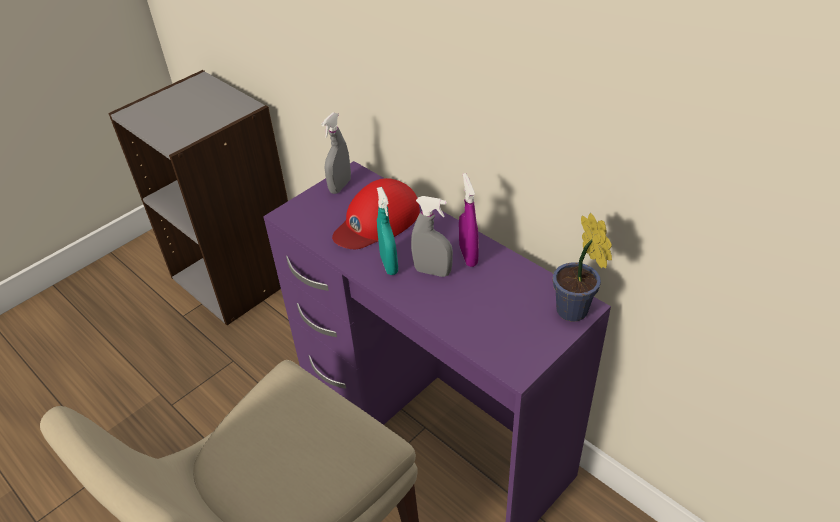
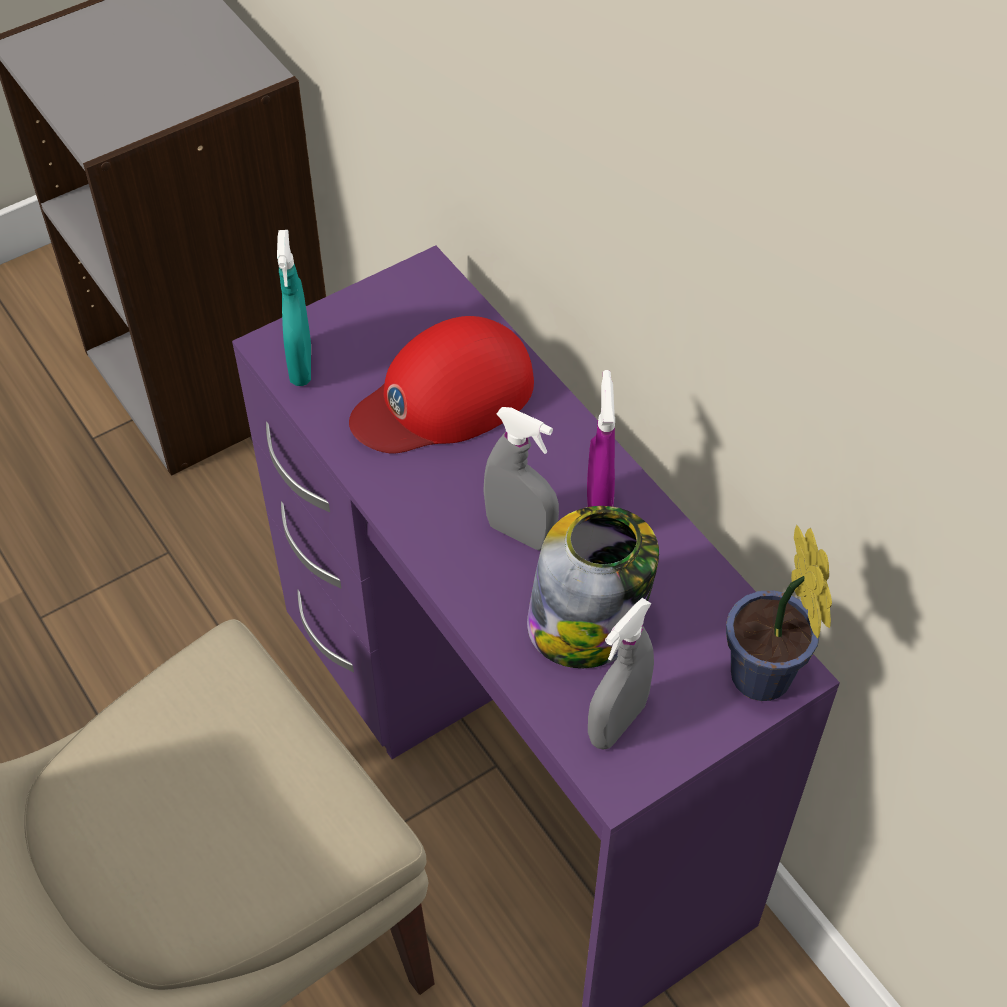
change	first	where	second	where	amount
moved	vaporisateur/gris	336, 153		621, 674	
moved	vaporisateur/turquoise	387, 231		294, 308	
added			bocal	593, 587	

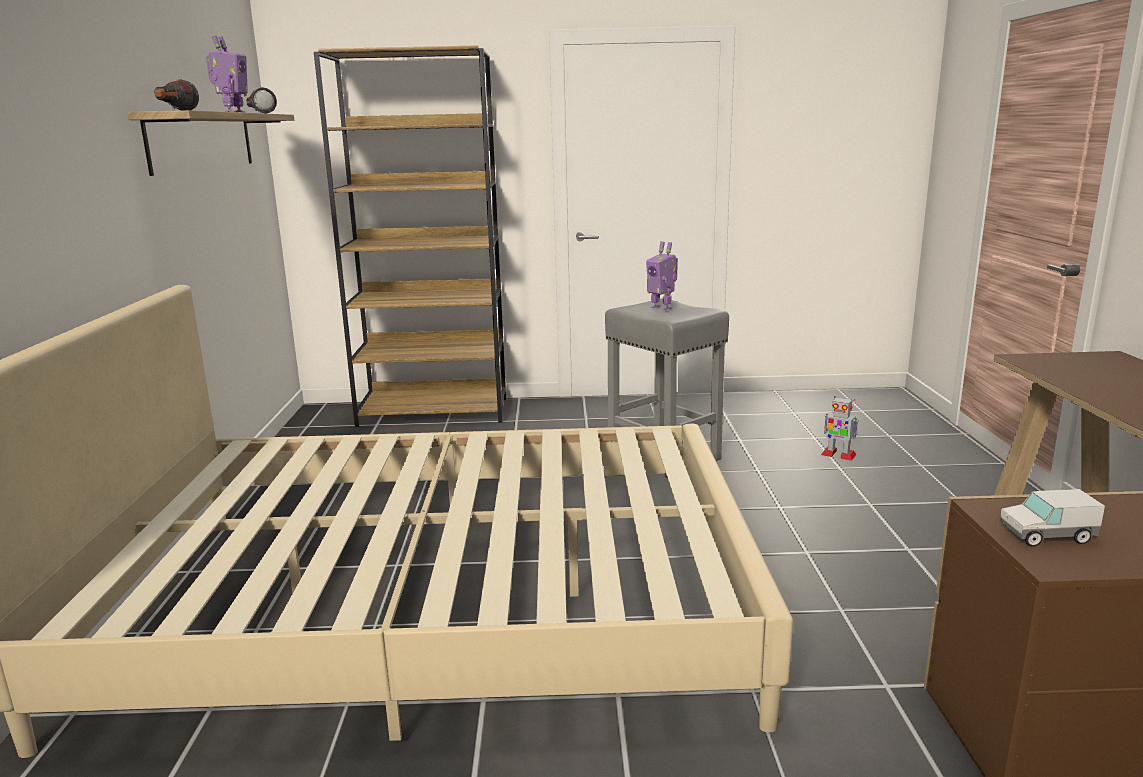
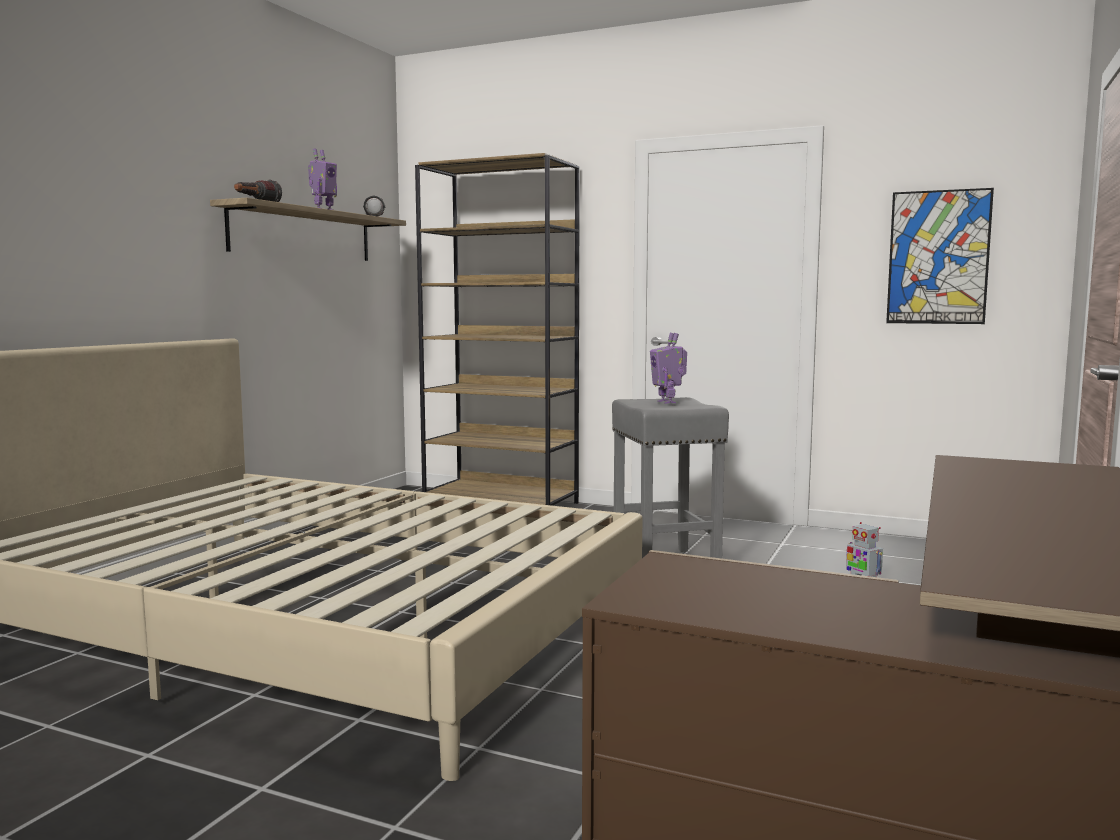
change	first	where	second	where	amount
removed	camion jouet	1052, 518			
added			tableau	940, 256	

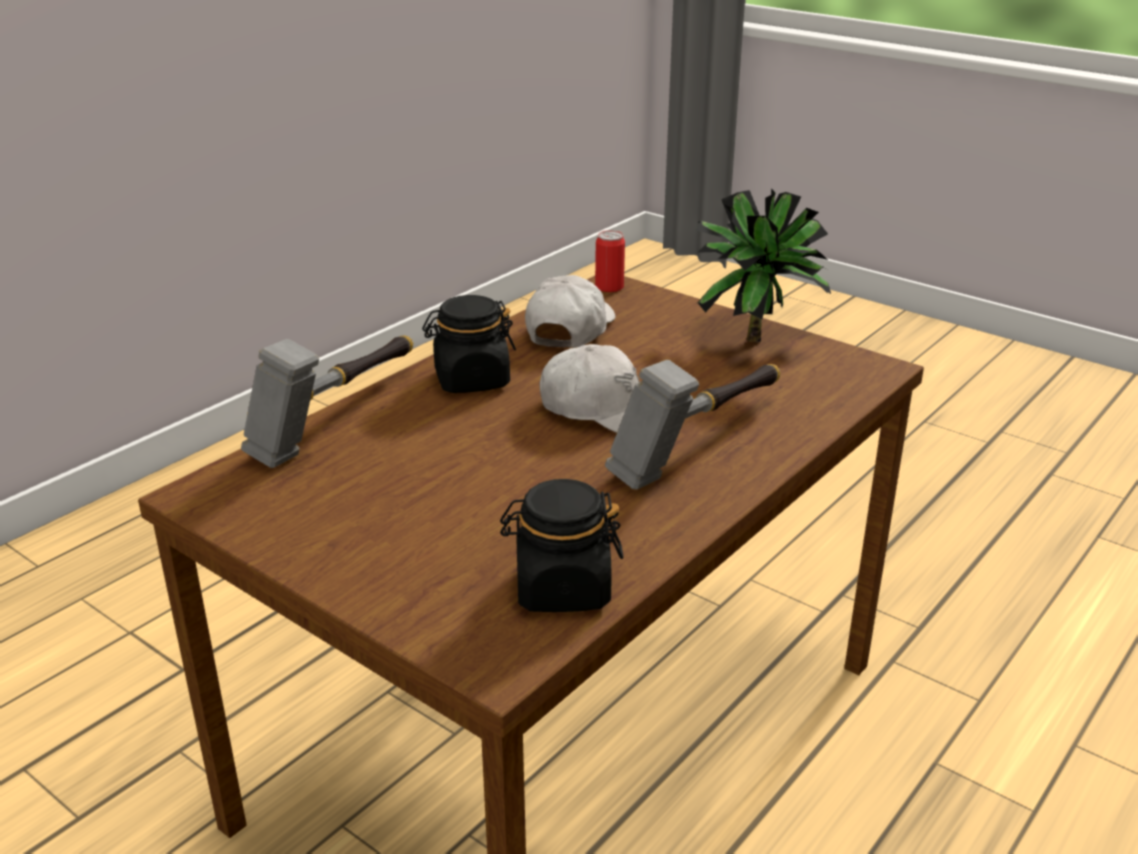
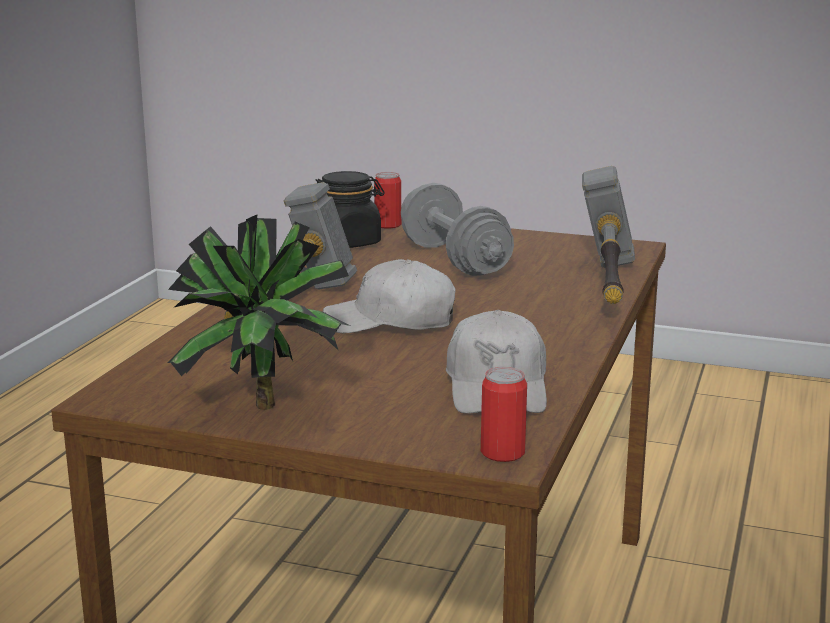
change	first	where	second	where	amount
removed	bocal/noir	469, 344			
added			boîte métallique	387, 200	
added			haltère/gris	457, 229	

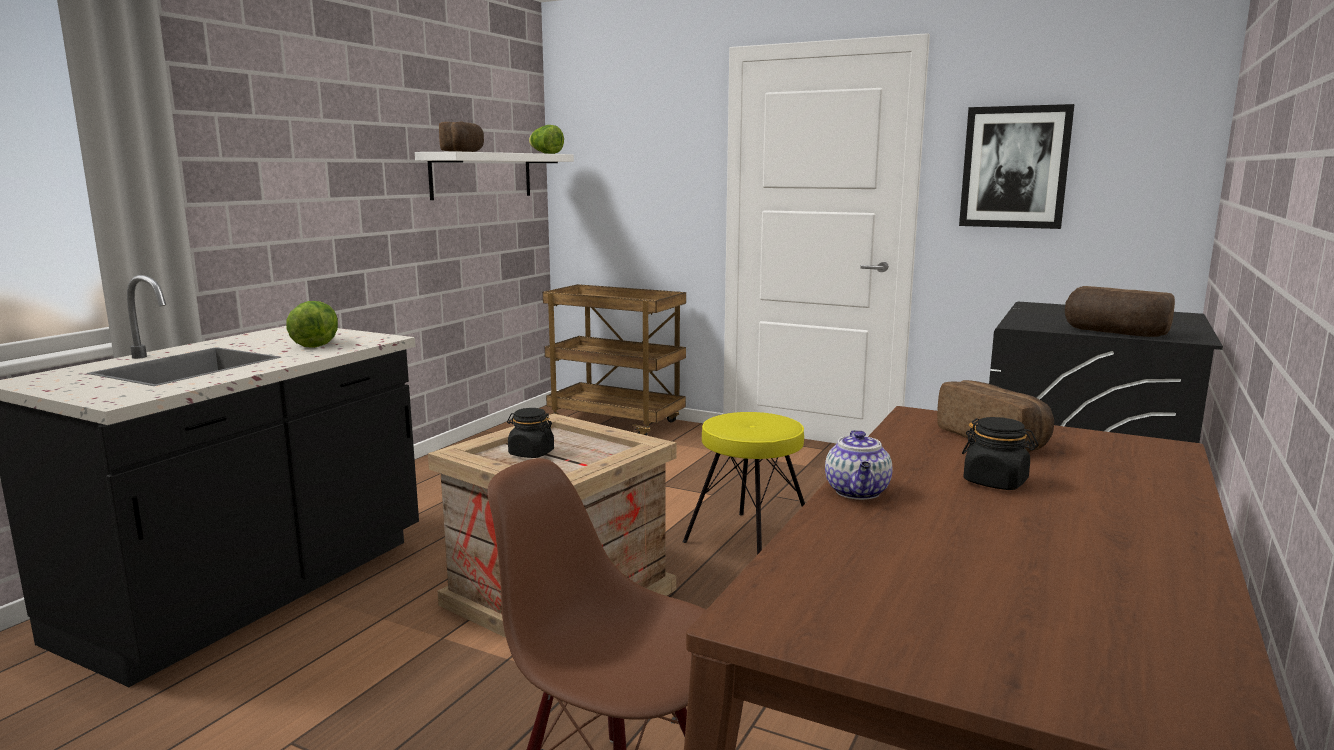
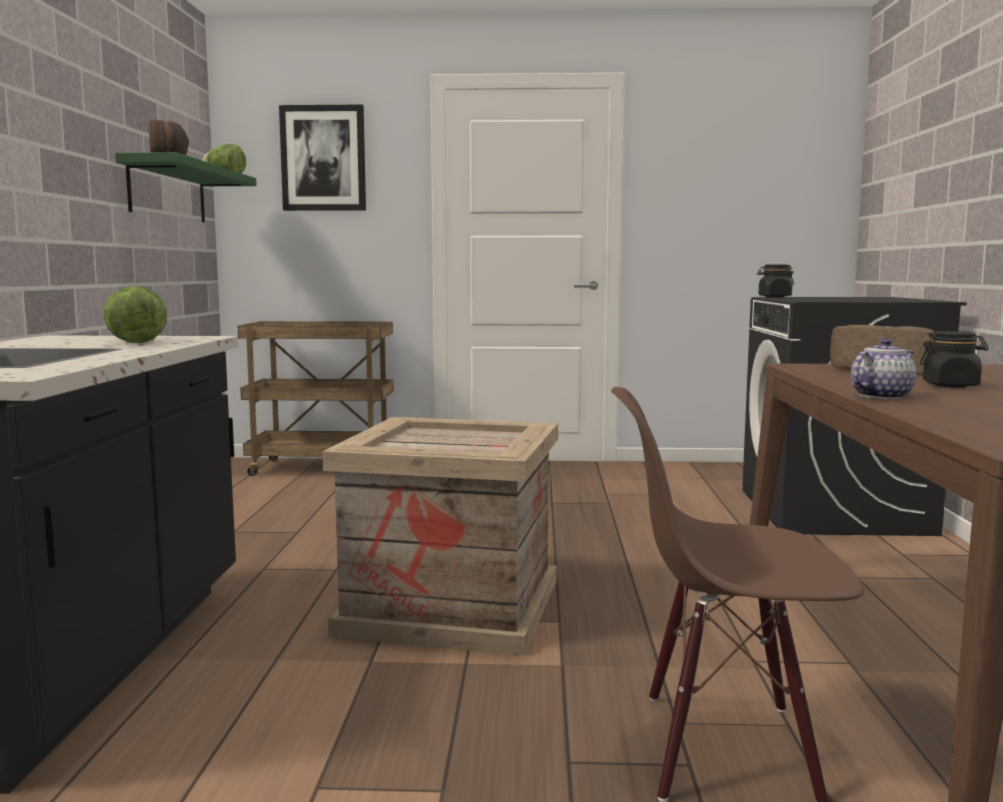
change	first	where	second	where	amount
moved	tableau	1016, 166		322, 158	
recoloured	étagère/blanc	494, 175	étagère/vert	186, 187	
removed	pain	1120, 311			
moved	bocal/noir	530, 433		775, 280	
removed	tabouret/jaune	744, 483			
turned	théière	858, 465		883, 368	105 degrees counterclockwise

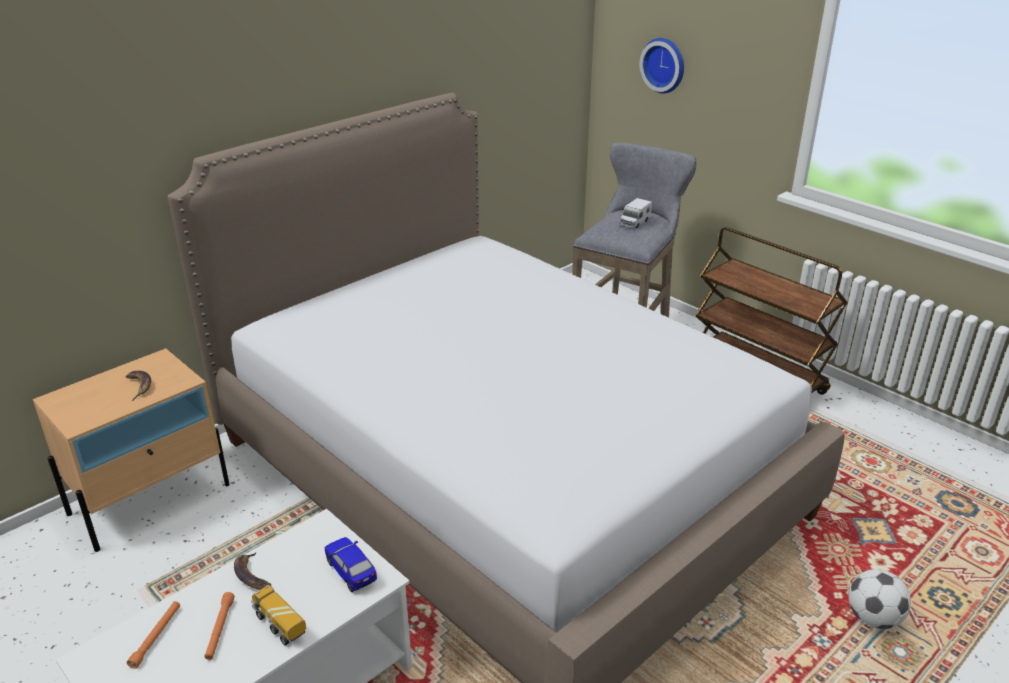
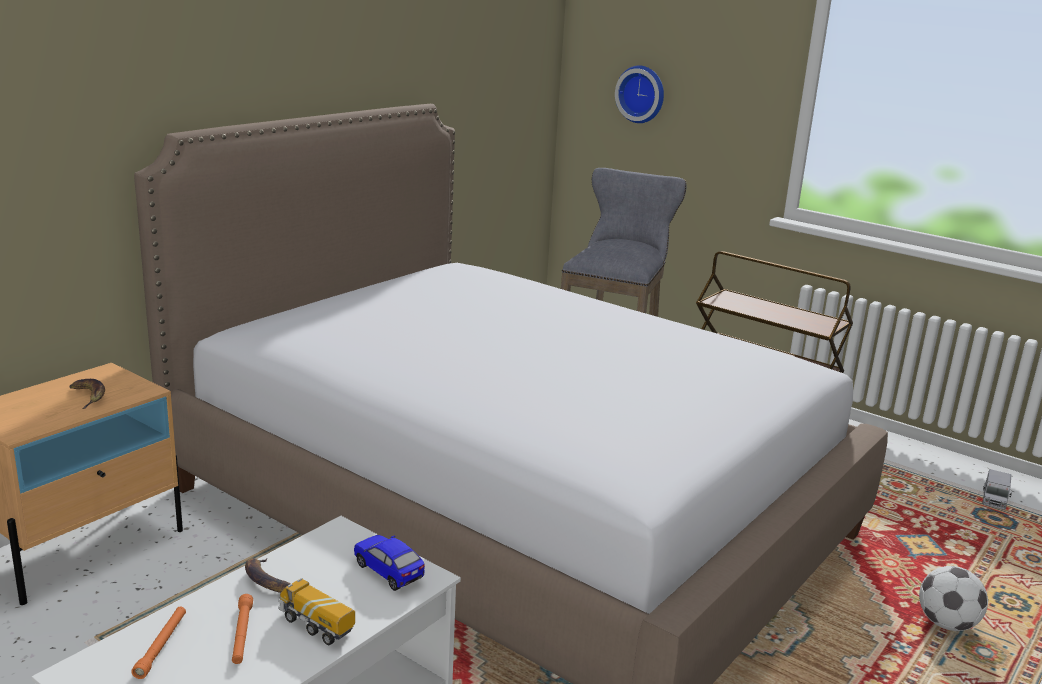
change	first	where	second	where	amount
moved	camion jouet	635, 213		997, 489	

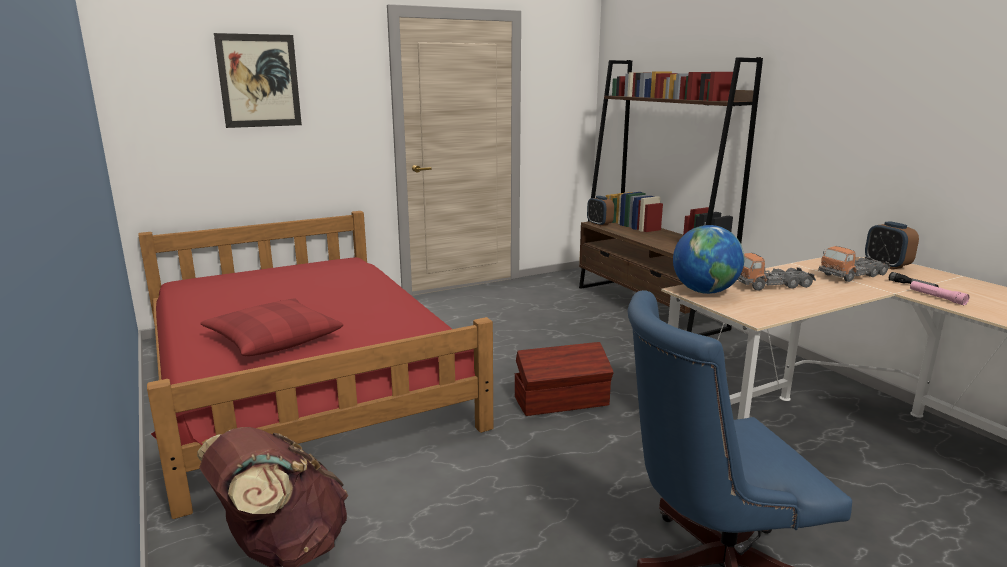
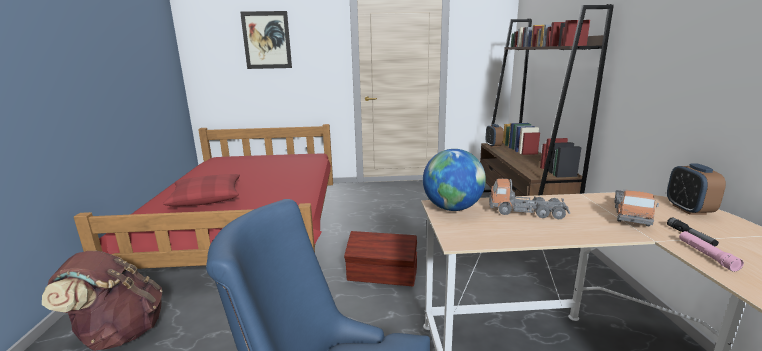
change	first	where	second	where	amount
turned	camion jouet	854, 264		636, 207	60 degrees counterclockwise

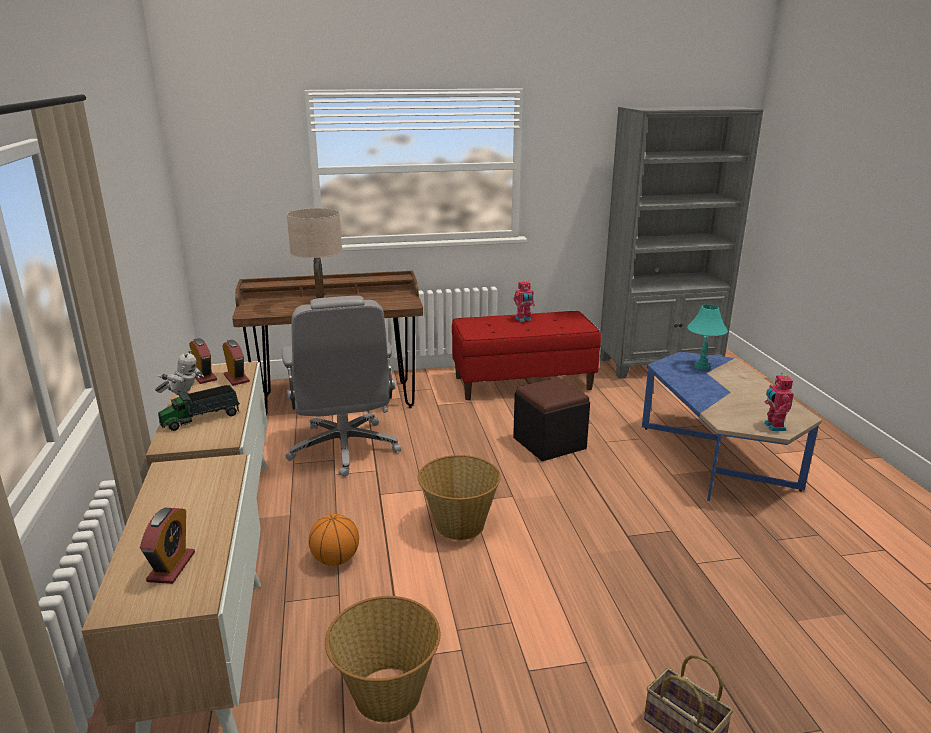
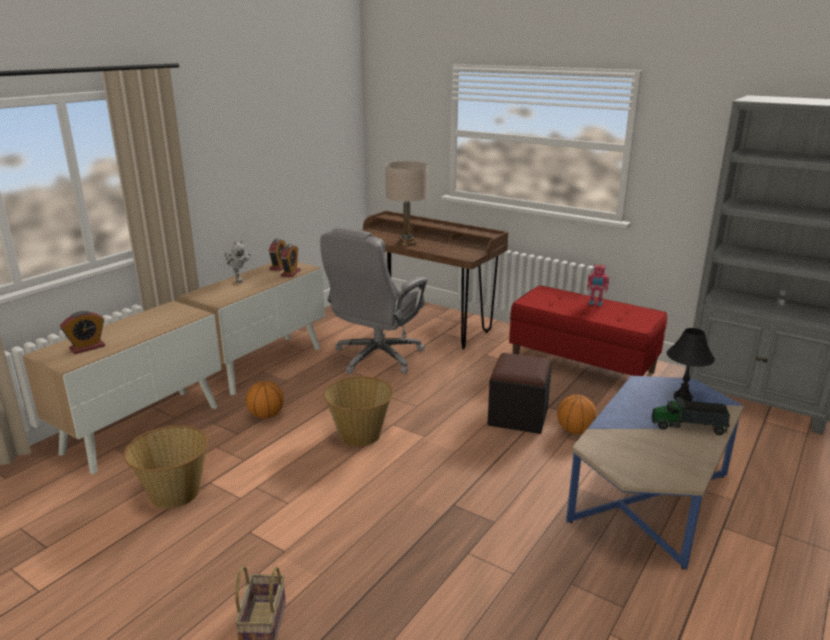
change	first	where	second	where	amount
recoloured	lampe de table/turquoise	707, 337	lampe de table/noir	691, 364	
removed	robot jouet	779, 402			
moved	camion jouet	199, 408		690, 416	
added			ballon de basket	577, 414	

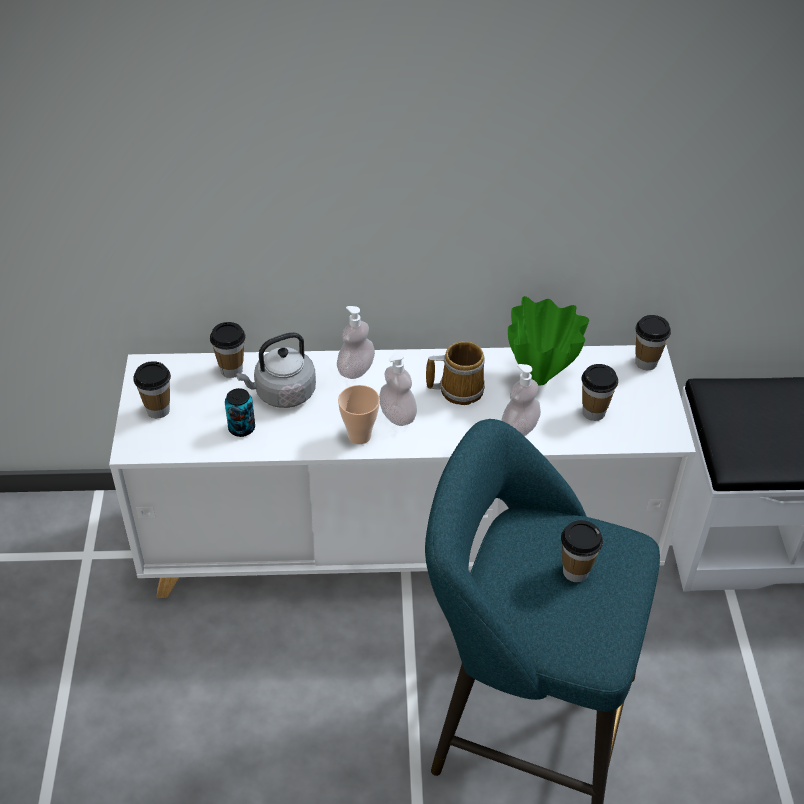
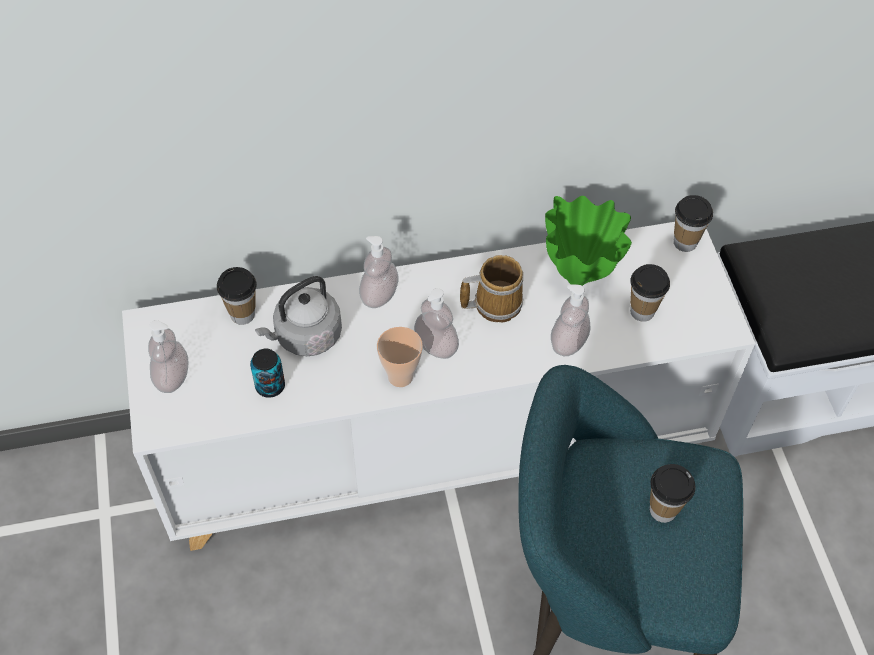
change	first	where	second	where	amount
replaced	tasse	152, 389	distributeur de savon	168, 356	

